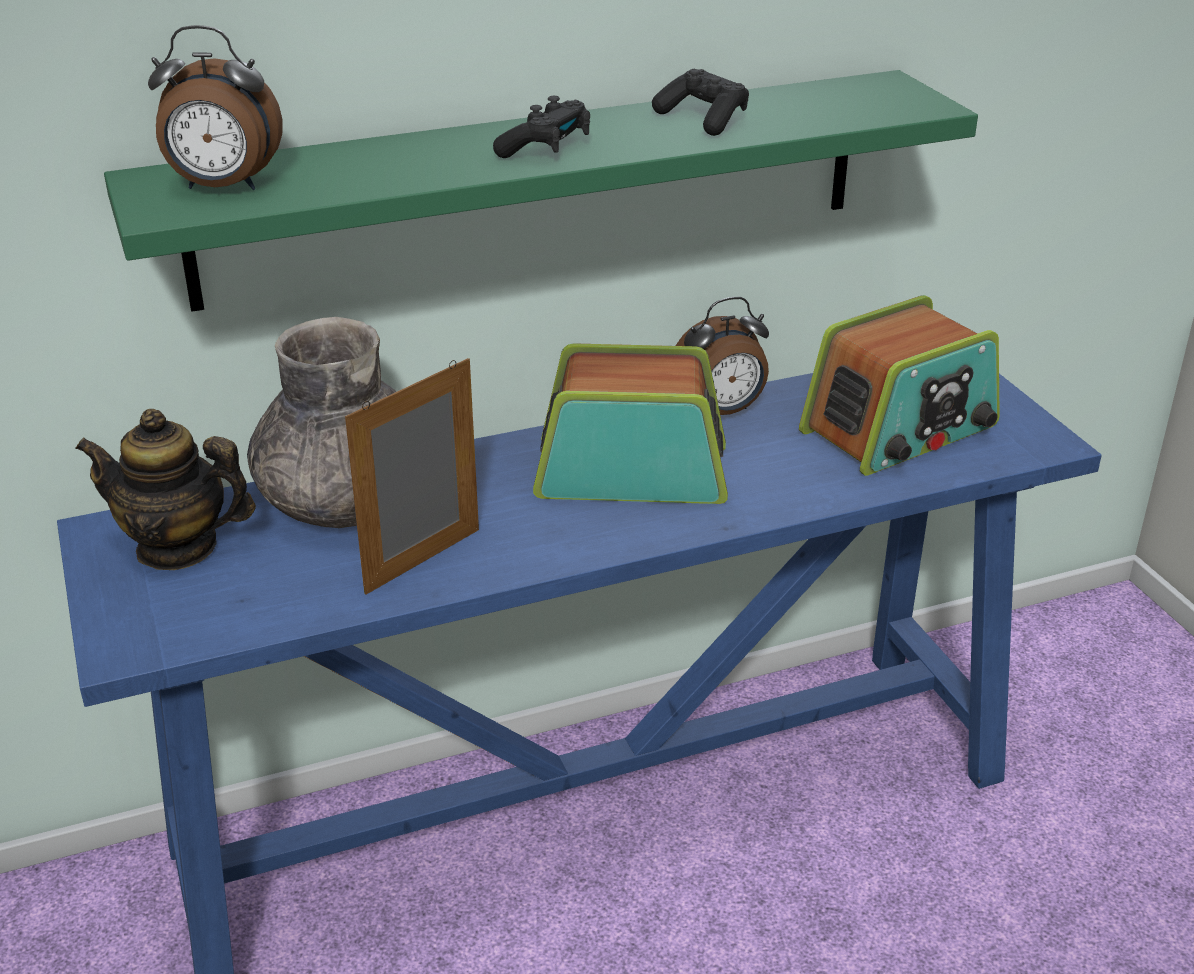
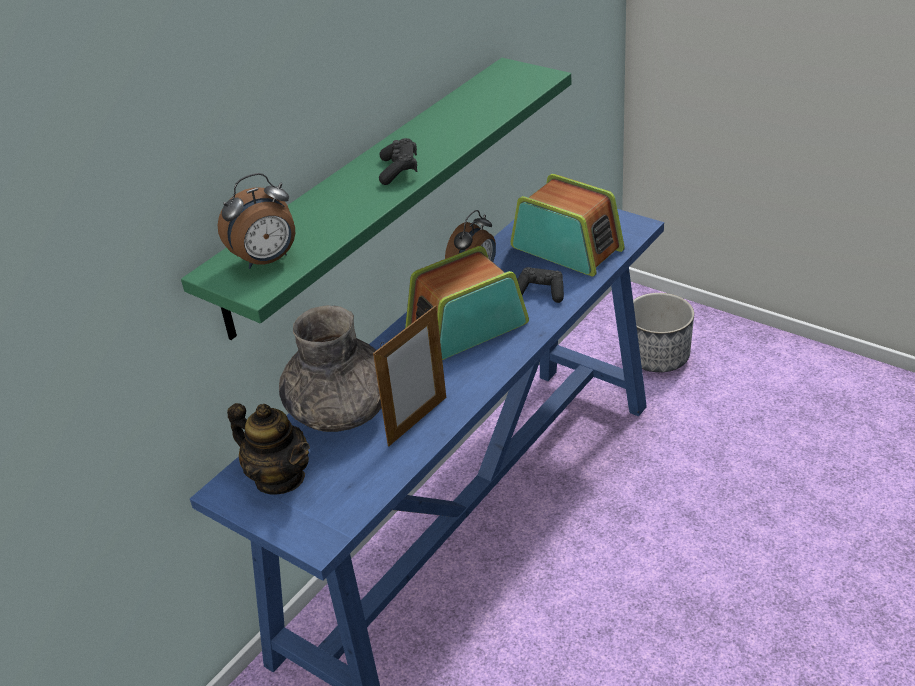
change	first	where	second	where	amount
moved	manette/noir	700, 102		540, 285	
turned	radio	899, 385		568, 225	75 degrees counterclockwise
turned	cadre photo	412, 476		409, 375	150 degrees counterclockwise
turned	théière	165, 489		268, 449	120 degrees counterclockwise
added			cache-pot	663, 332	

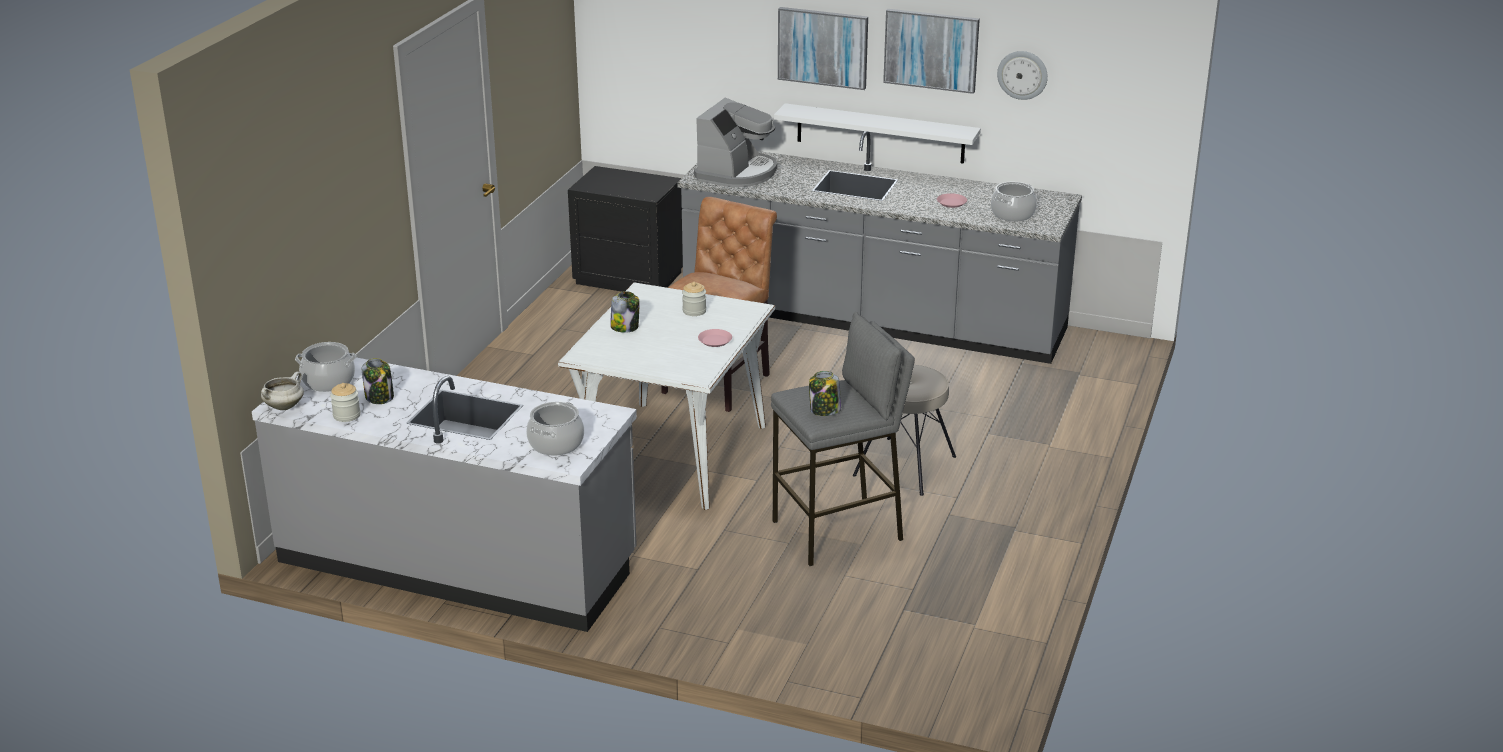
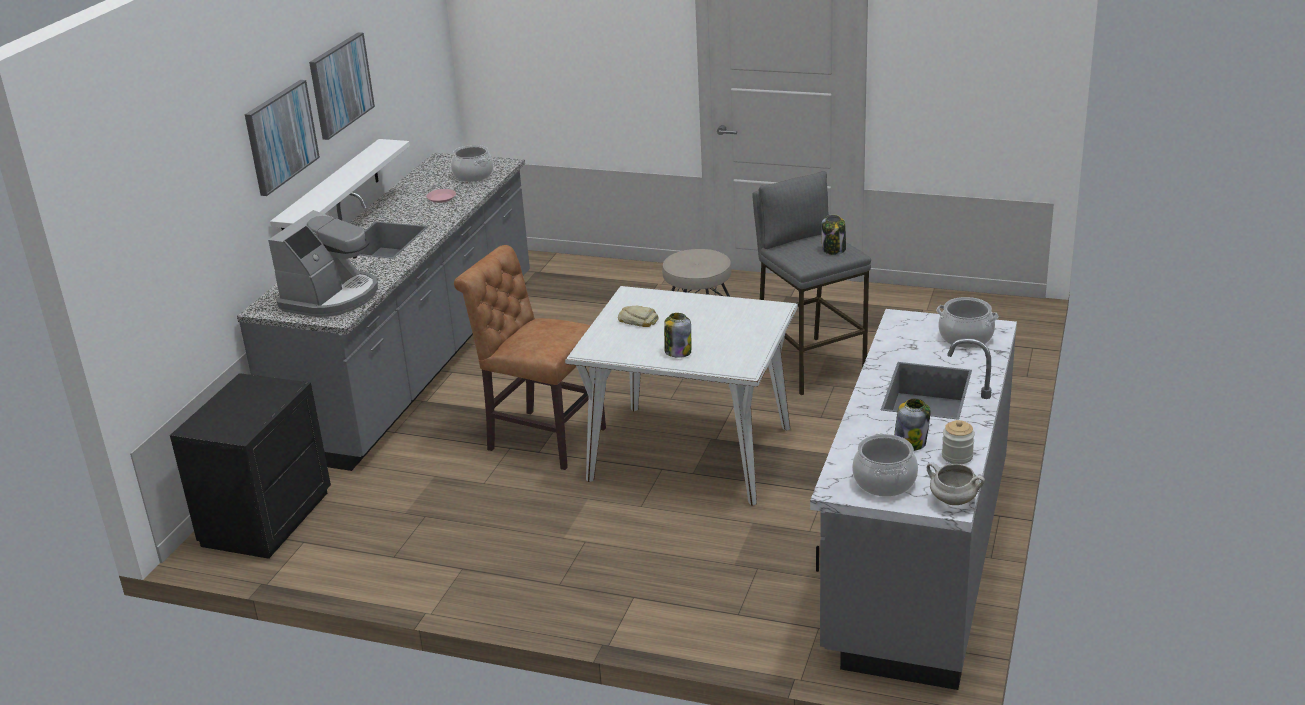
change	first	where	second	where	amount
removed	horloge murale	1022, 75			
turned	machine à café	735, 142		323, 263	90 degrees clockwise
replaced	bocal	694, 299	pain	638, 316	
removed	assiette/rose	715, 338			

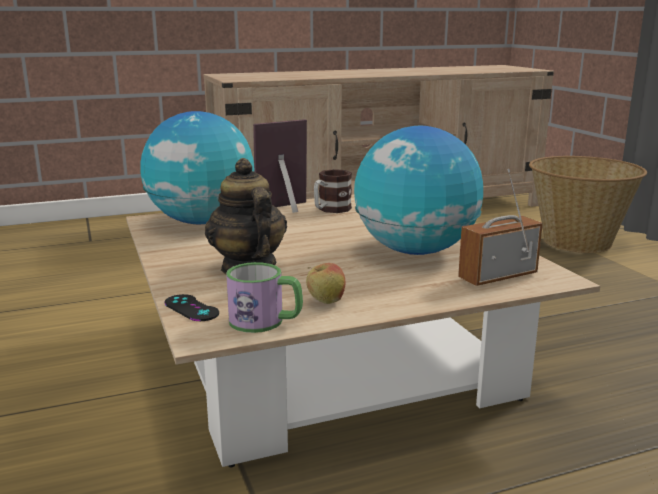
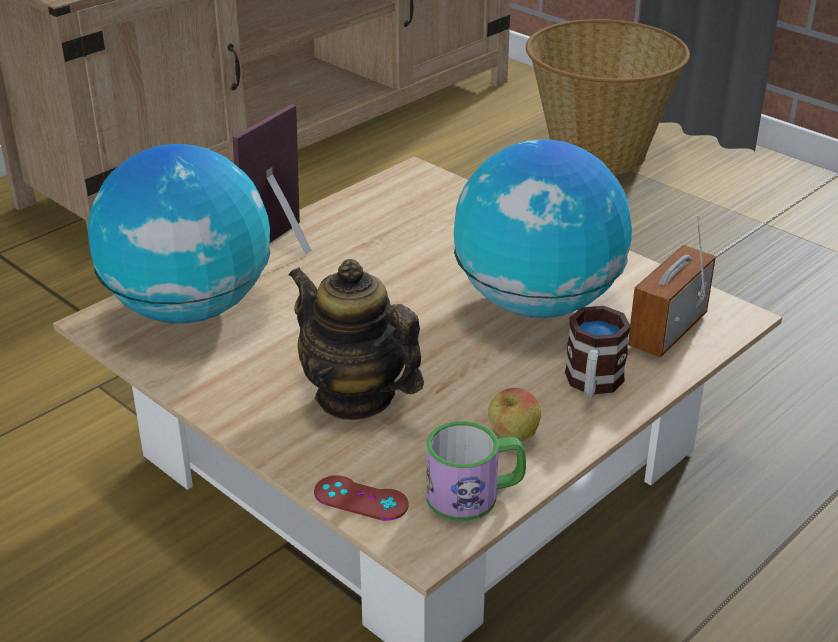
change	first	where	second	where	amount
moved	mug	333, 191		598, 351	
recoloured	manette/noir	192, 307	manette/rouge	361, 498	

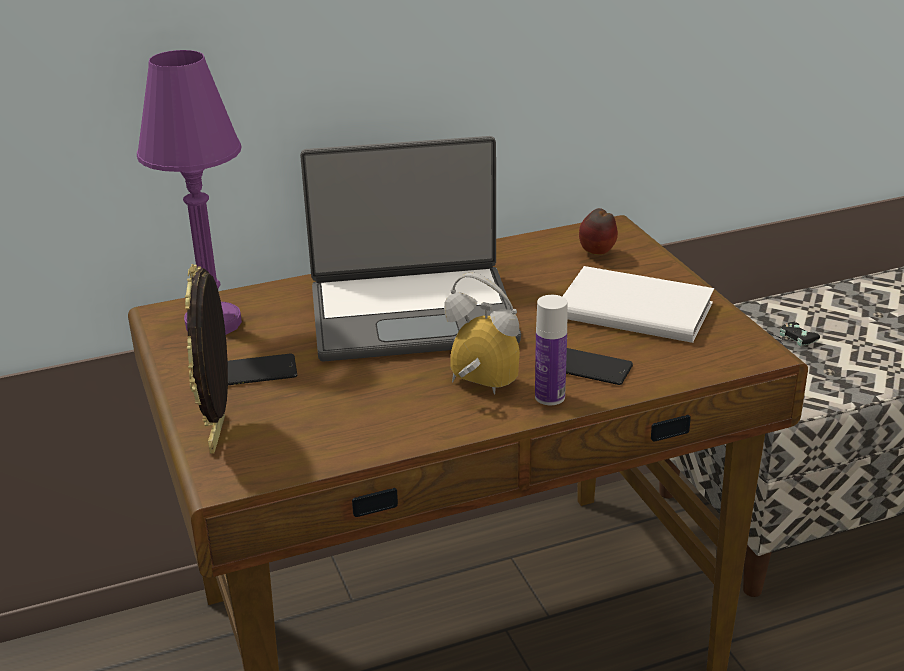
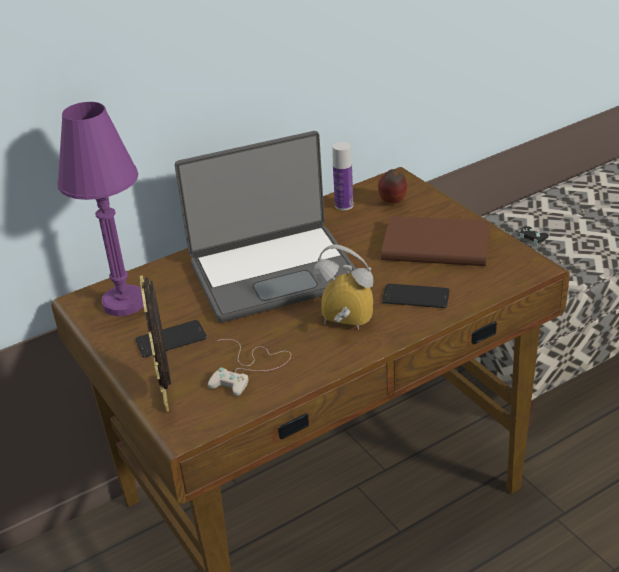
change	first	where	second	where	amount
recoloured	livre/blanc	638, 304	livre/marron	435, 241	
moved	bouteille	551, 350		342, 176	
added			manette/blanc	249, 367	

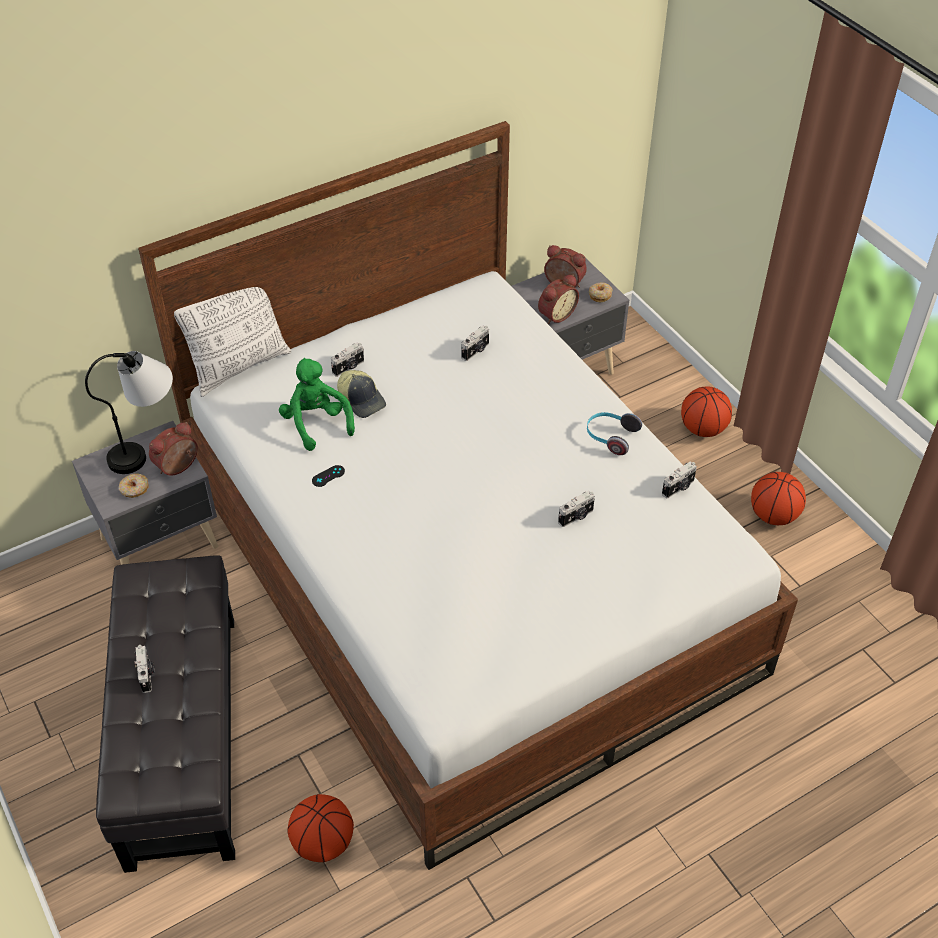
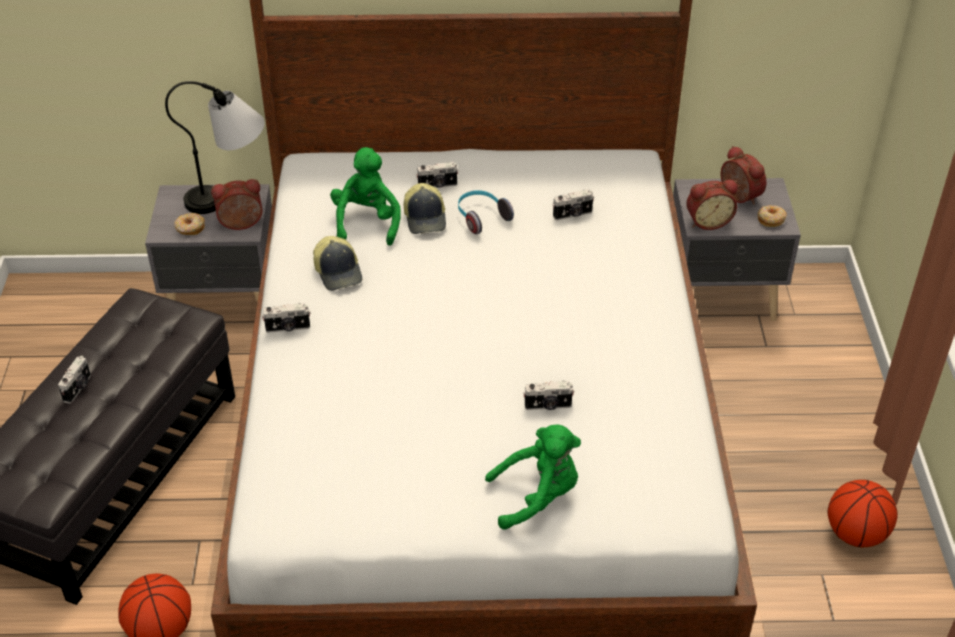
change	first	where	second	where	amount
removed	coussin	232, 342			
removed	ballon de basket	706, 411			
moved	casque audio	614, 433		486, 212	
moved	appareil photo	679, 479		286, 318	
replaced	manette/noir	328, 476	casquette	337, 263	
added			peluche/vert	533, 477	

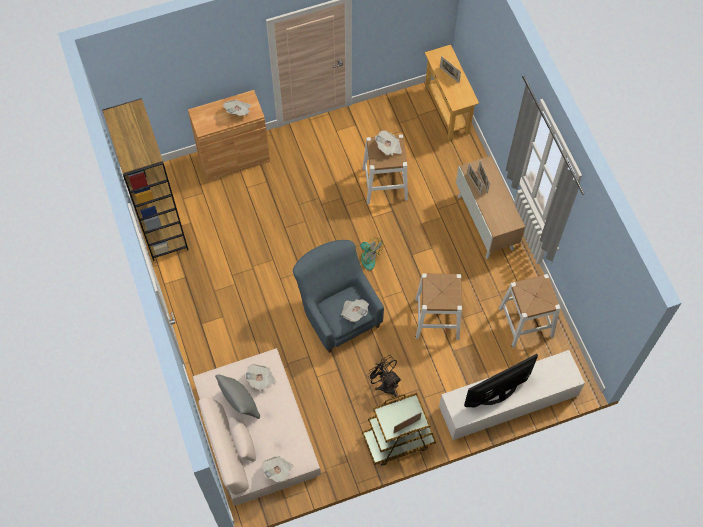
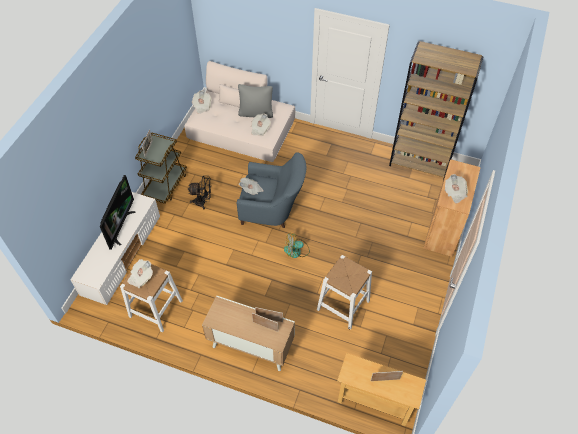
change	first	where	second	where	amount
moved	journal	388, 143		140, 273	
removed	tabouret/blanc	438, 307			

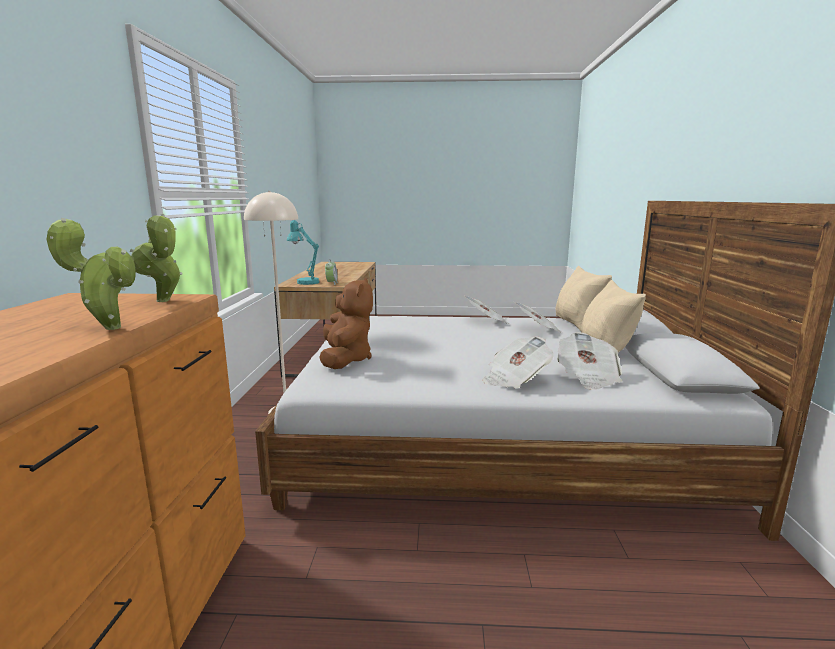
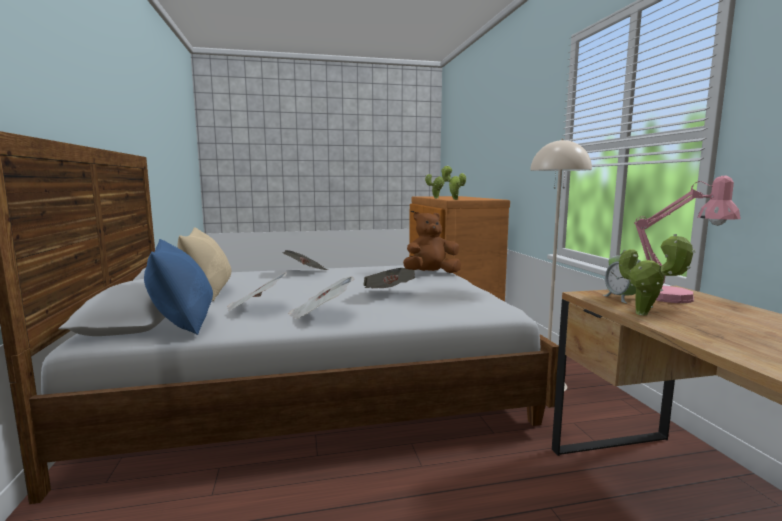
change	first	where	second	where	amount
recoloured	lampe de table/turquoise	303, 252	lampe de table/rose	687, 239	
recoloured	coussin/beige	583, 298	coussin/bleu	178, 287	
turned	peluche/marron	346, 323		432, 242	90 degrees clockwise
moved	journal	589, 361		389, 278	
added			plante en pot	657, 275	

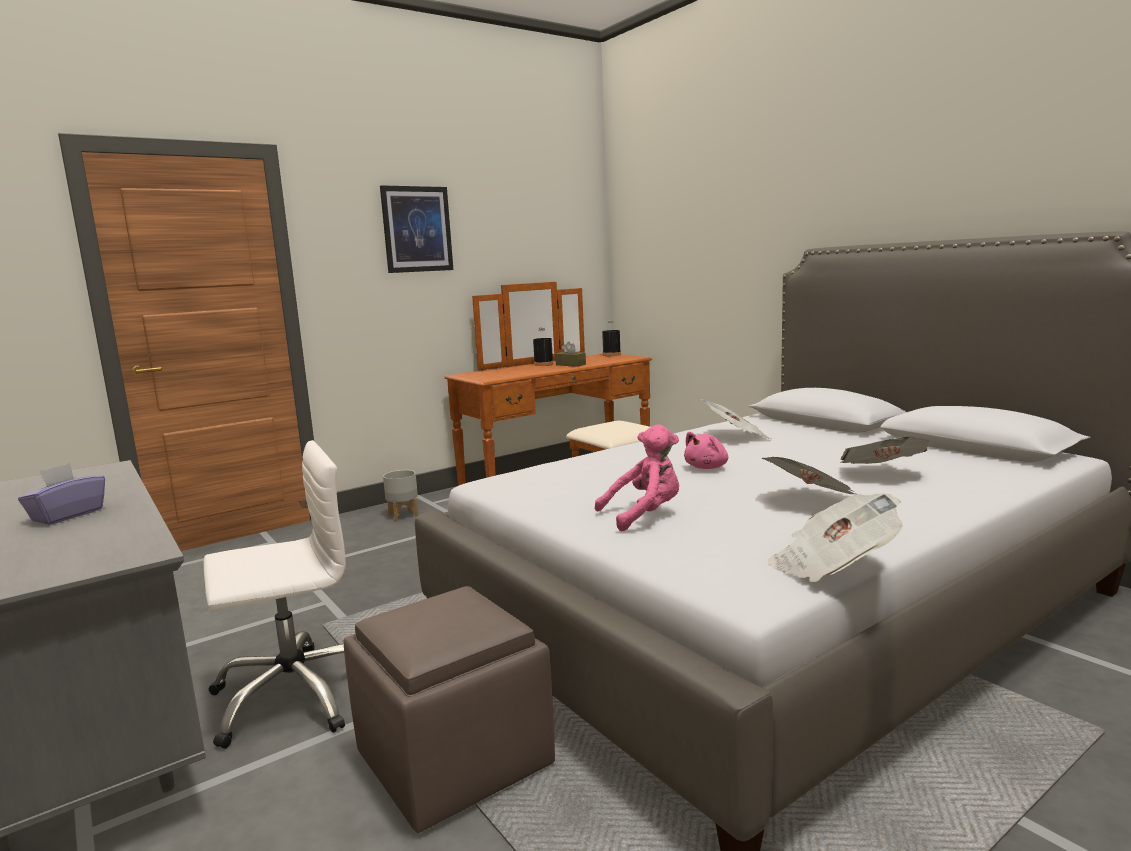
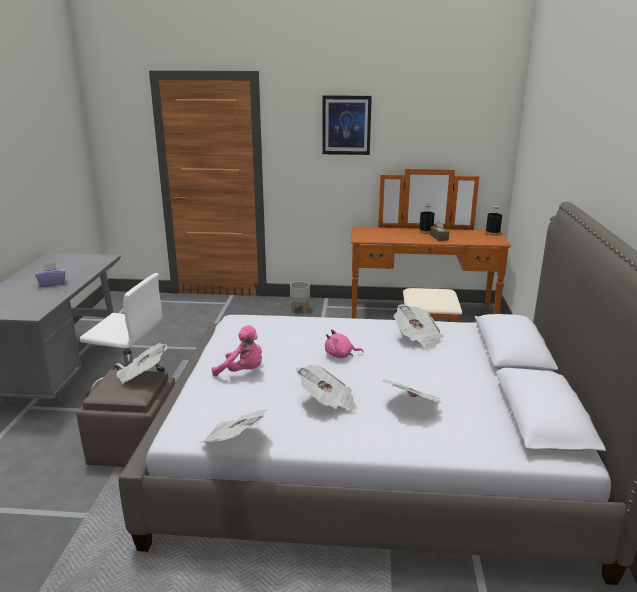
change	first	where	second	where	amount
added			journal	141, 363	

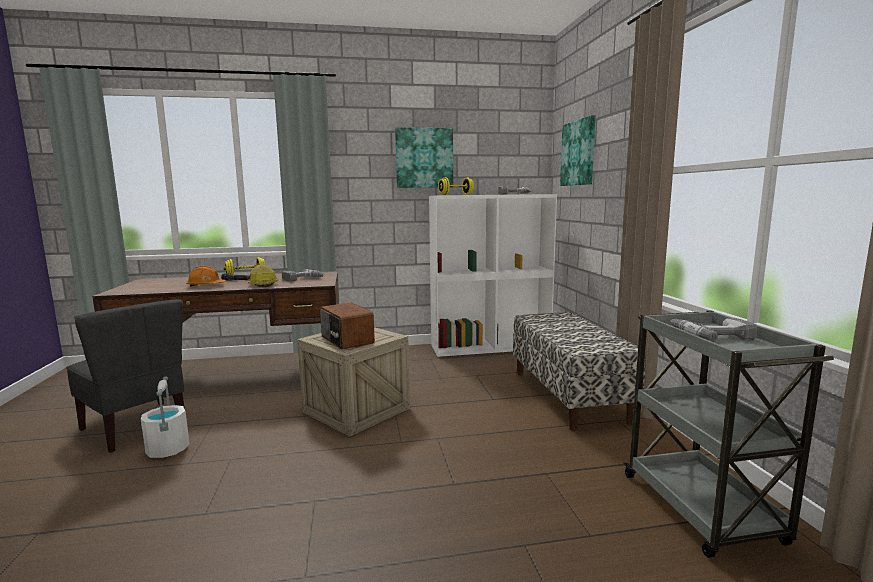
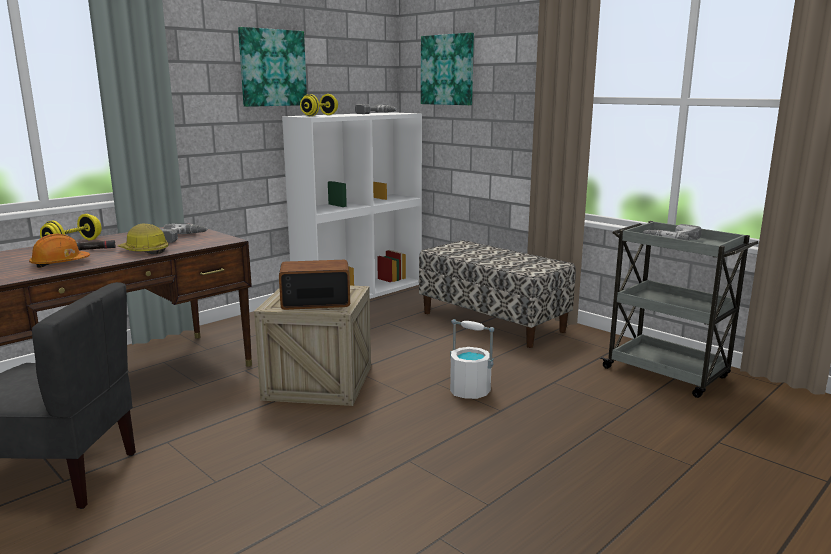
change	first	where	second	where	amount
turned	radio	347, 326		314, 285	150 degrees clockwise
moved	seau/blanc	165, 417		472, 359	

